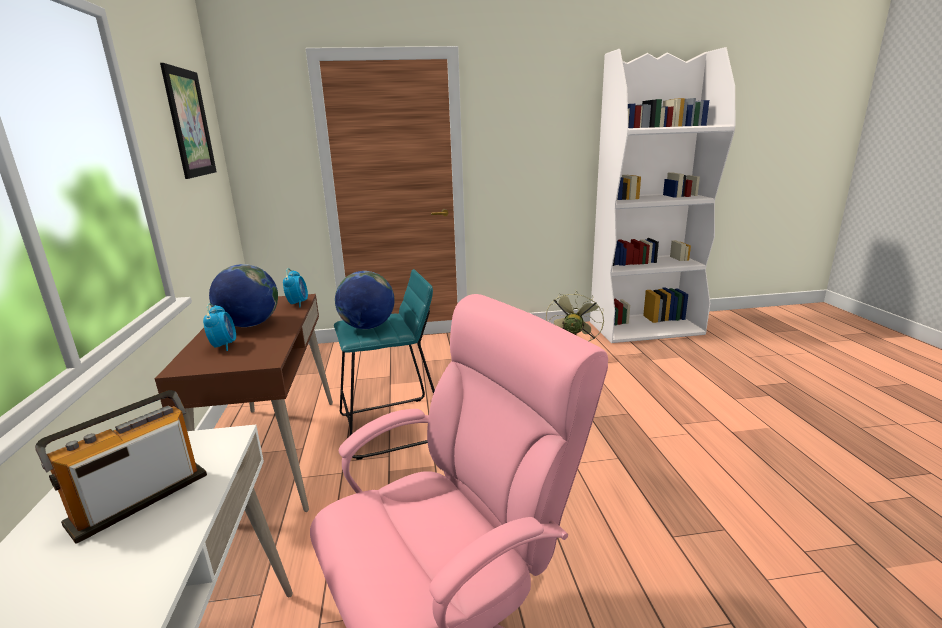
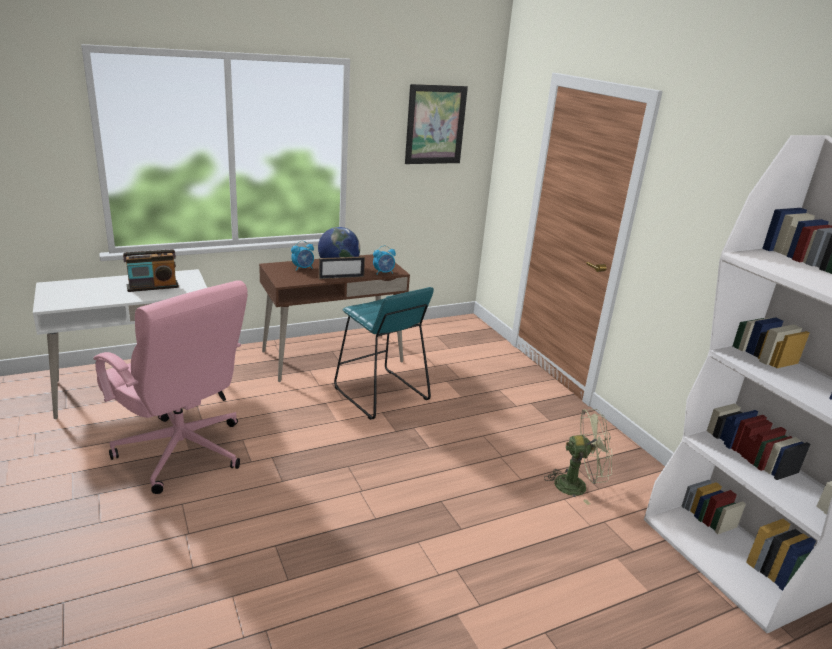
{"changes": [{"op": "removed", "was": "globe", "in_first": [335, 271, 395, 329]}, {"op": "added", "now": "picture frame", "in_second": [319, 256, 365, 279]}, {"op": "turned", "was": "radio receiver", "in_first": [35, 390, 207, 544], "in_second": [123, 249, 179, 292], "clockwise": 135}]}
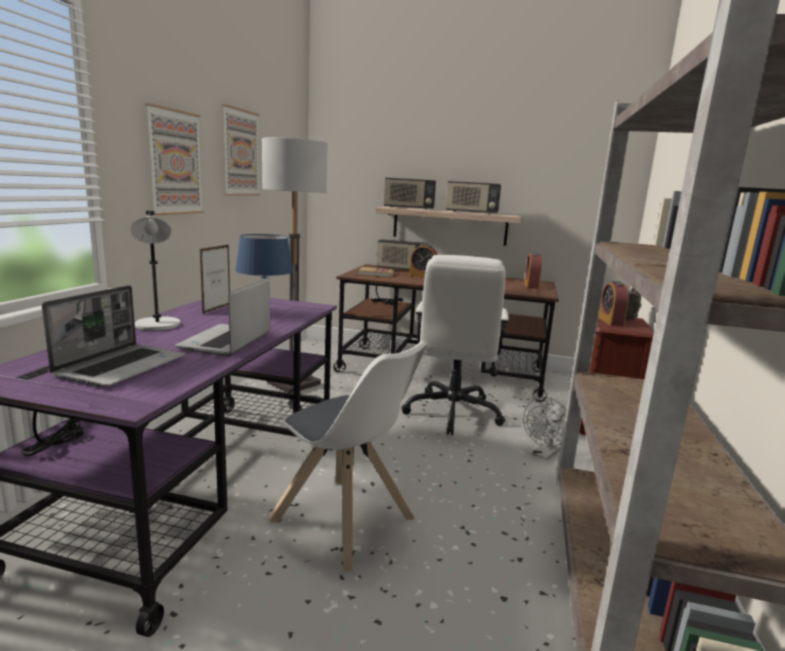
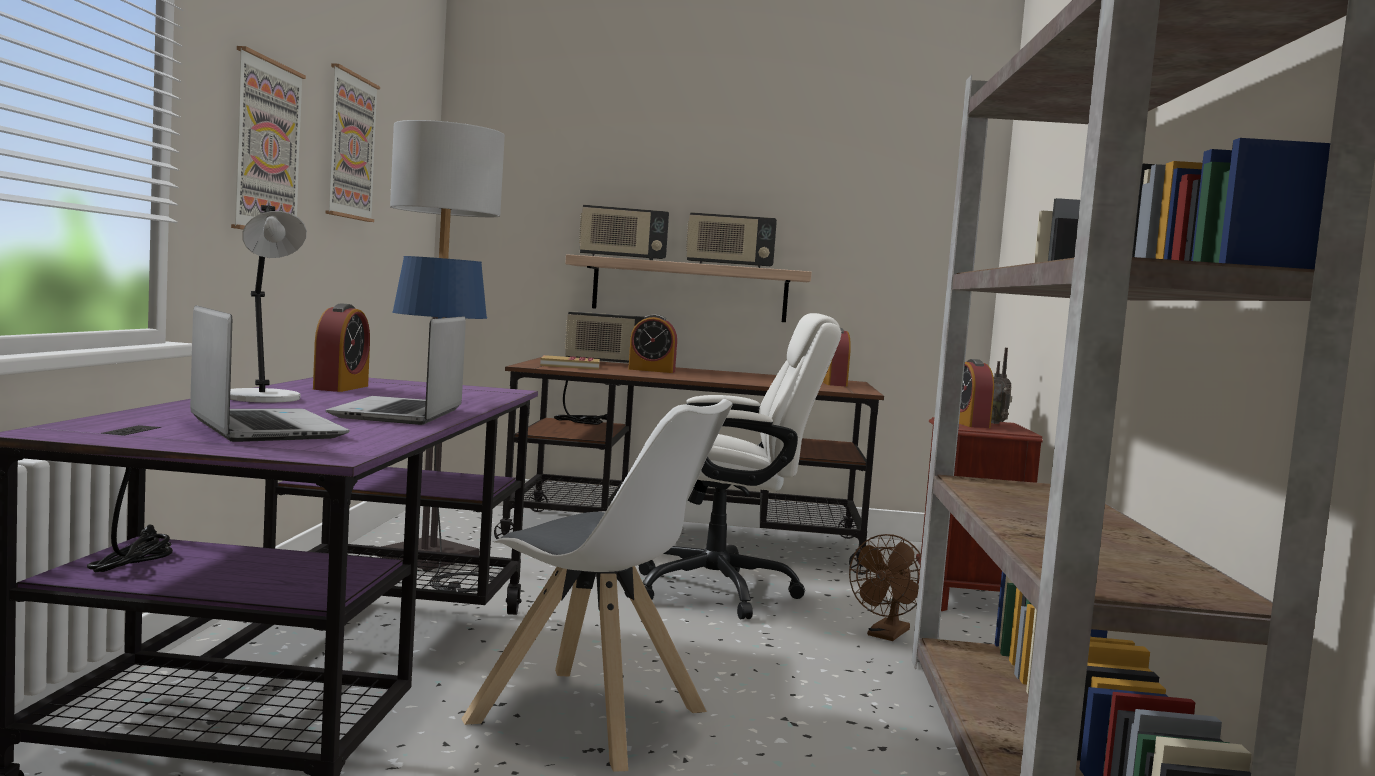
{"changes": [{"op": "replaced", "was": "picture frame", "now": "alarm clock", "in_first": [200, 244, 230, 314], "in_second": [313, 303, 370, 392]}, {"op": "recoloured", "was": "cooling fan (greyish)", "now": "cooling fan (brownish)", "in_first": [523, 397, 567, 461], "in_second": [849, 534, 922, 641]}, {"op": "turned", "was": "portable computer", "in_first": [42, 285, 186, 387], "in_second": [190, 305, 350, 442], "clockwise": -45}, {"op": "turned", "was": "office chair (white-coloured)", "in_first": [401, 255, 509, 435], "in_second": [638, 313, 841, 619], "clockwise": -90}]}
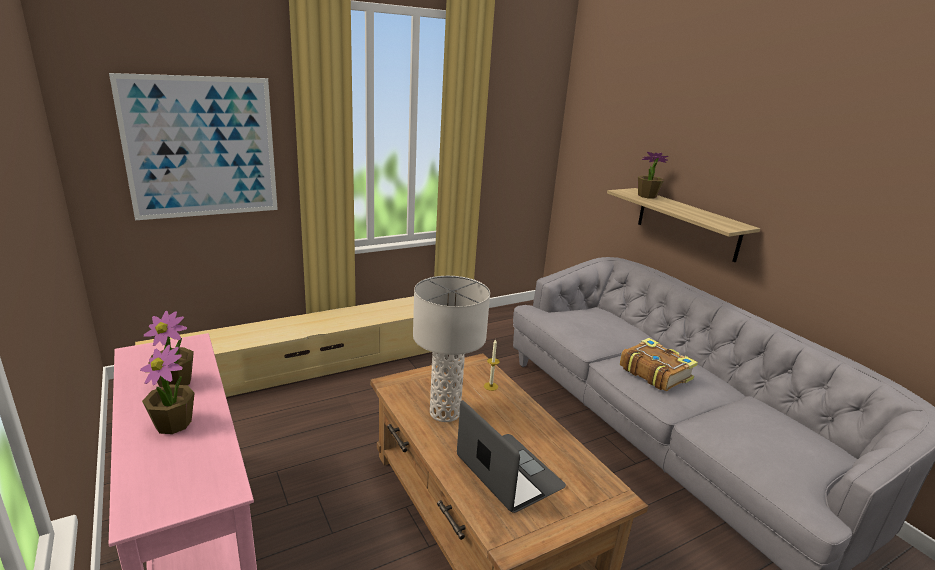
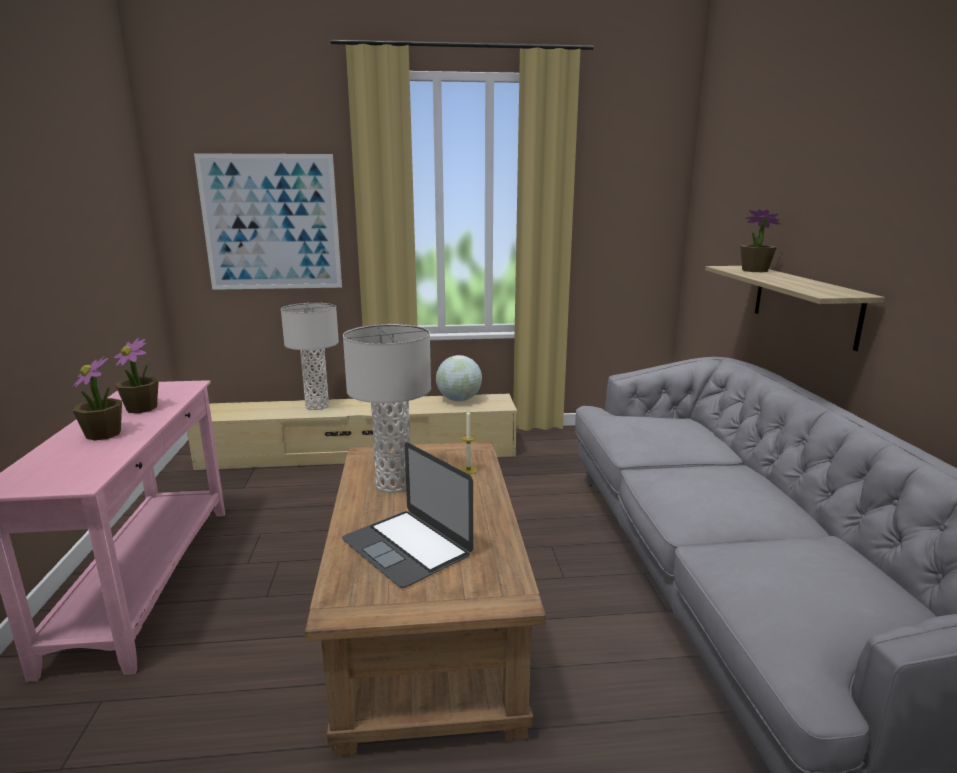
{"changes": [{"op": "removed", "was": "book", "in_first": [620, 338, 698, 391]}, {"op": "added", "now": "lamp for a table (white-coloured)", "in_second": [281, 303, 339, 410]}, {"op": "added", "now": "globe", "in_second": [436, 355, 482, 401]}, {"op": "turned", "was": "portable computer", "in_first": [457, 400, 566, 513], "in_second": [342, 442, 473, 588], "clockwise": 150}]}
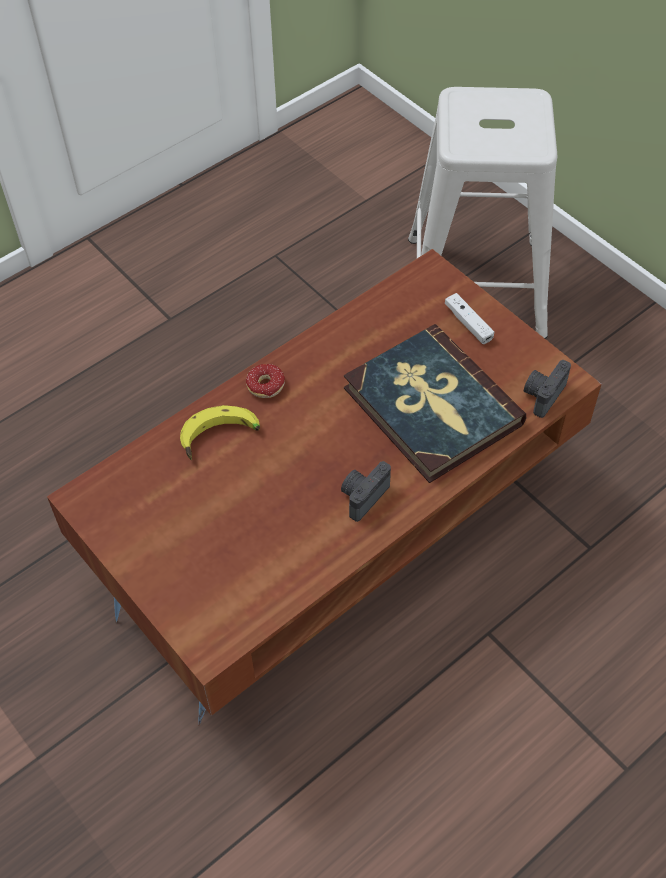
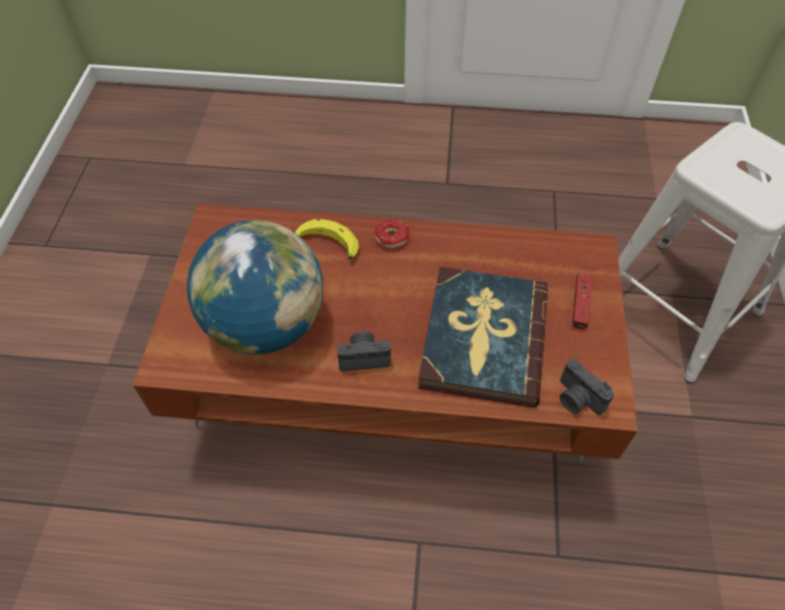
{"changes": [{"op": "added", "now": "globe", "in_second": [187, 220, 323, 354]}, {"op": "recoloured", "was": "joypad (white-coloured)", "now": "joypad (red)", "in_first": [445, 293, 494, 344], "in_second": [572, 273, 592, 329]}, {"op": "turned", "was": "still camera", "in_first": [524, 360, 571, 418], "in_second": [560, 359, 614, 415], "clockwise": -120}]}
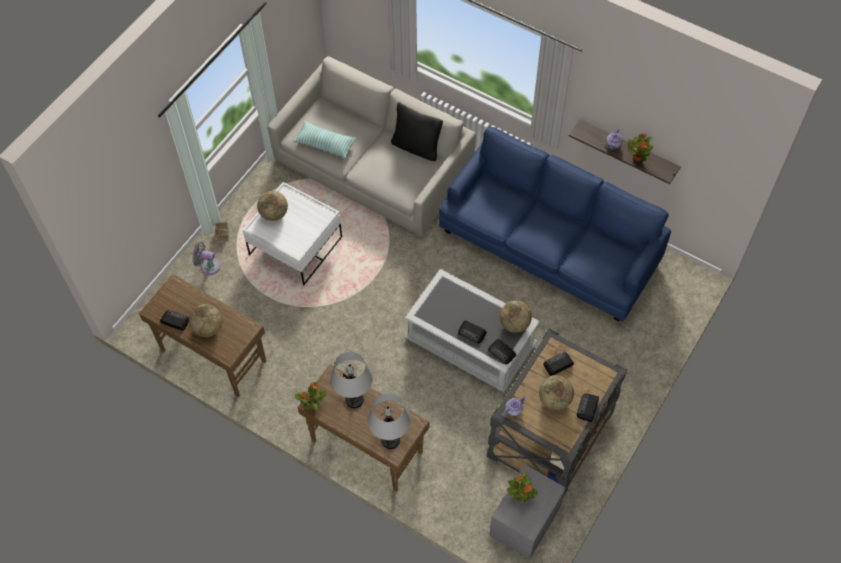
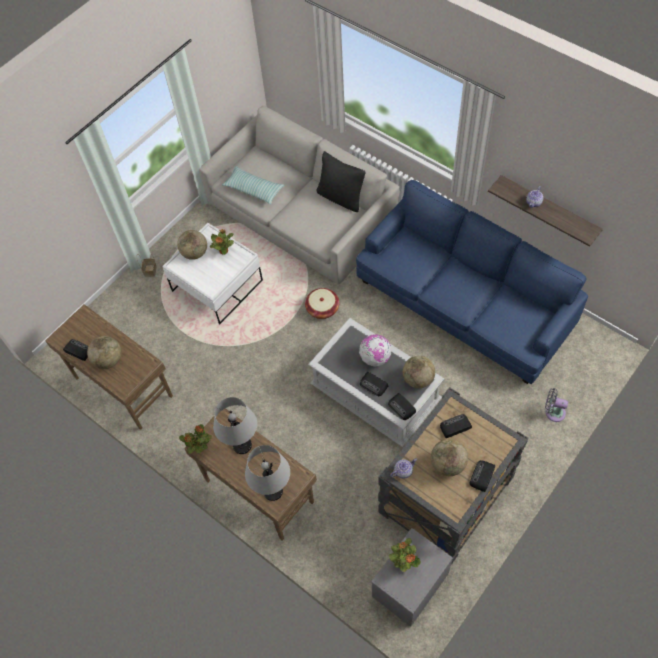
{"changes": [{"op": "added", "now": "basket", "in_second": [305, 288, 339, 319]}, {"op": "added", "now": "globe", "in_second": [359, 334, 391, 367]}, {"op": "moved", "was": "cooling fan (greyish)", "in_first": [192, 242, 220, 275], "in_second": [545, 388, 568, 422]}, {"op": "moved", "was": "plant in a pot", "in_first": [628, 133, 653, 161], "in_second": [210, 229, 234, 255]}]}
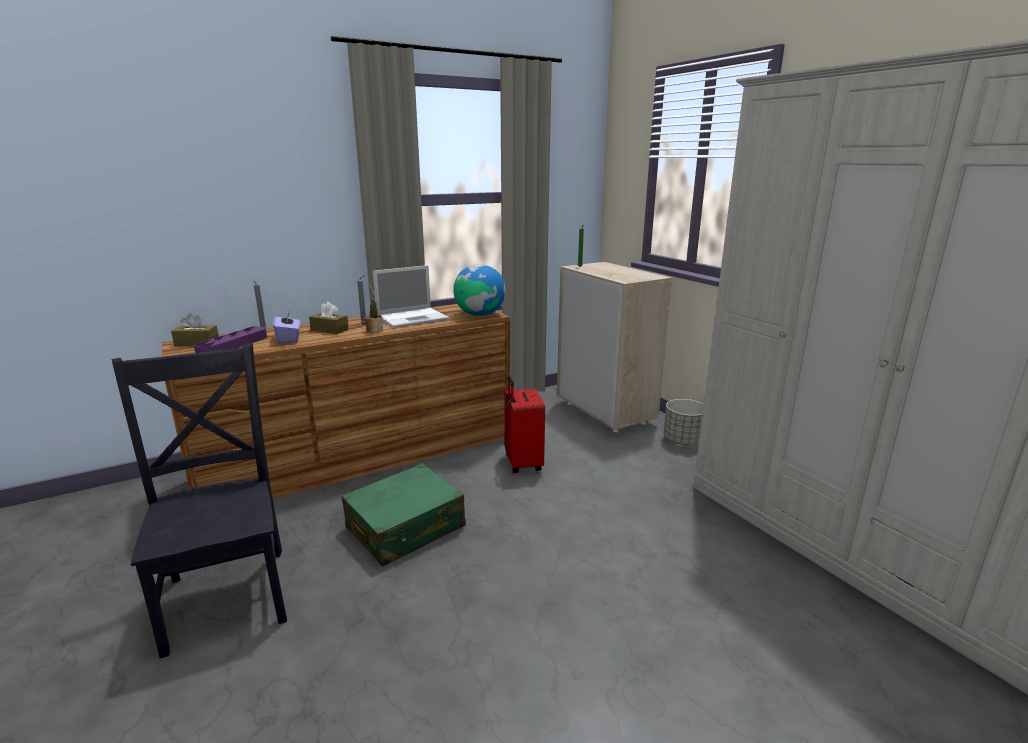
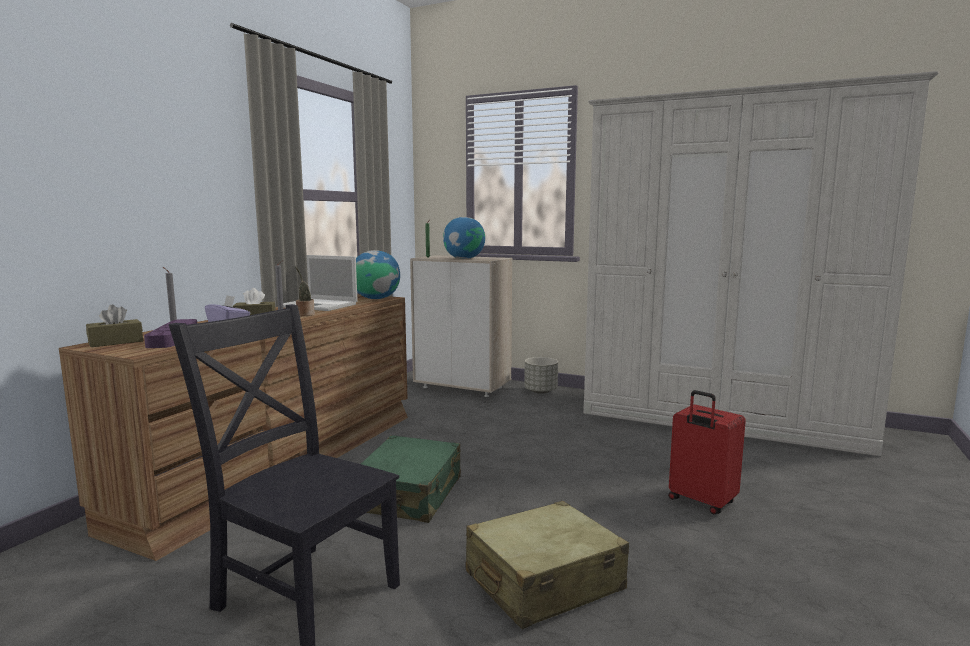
{"changes": [{"op": "added", "now": "globe", "in_second": [443, 217, 485, 259]}, {"op": "added", "now": "suitcase (beige-coloured)", "in_second": [466, 501, 629, 629]}, {"op": "moved", "was": "suitcase (red)", "in_first": [505, 375, 545, 473], "in_second": [668, 390, 746, 514]}, {"op": "turned", "was": "portable computer", "in_first": [373, 265, 449, 328], "in_second": [283, 255, 358, 311], "clockwise": 90}]}
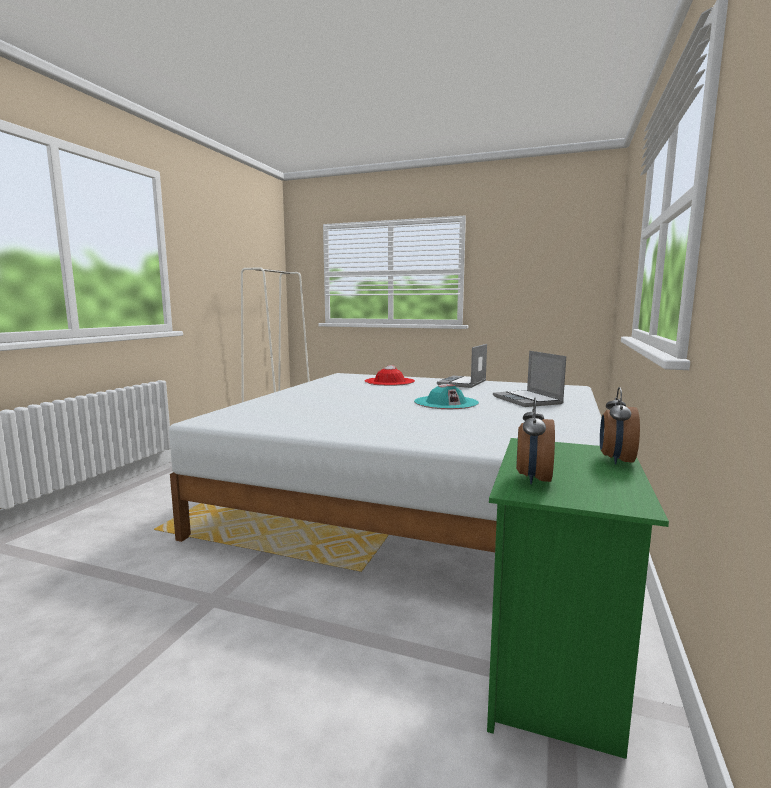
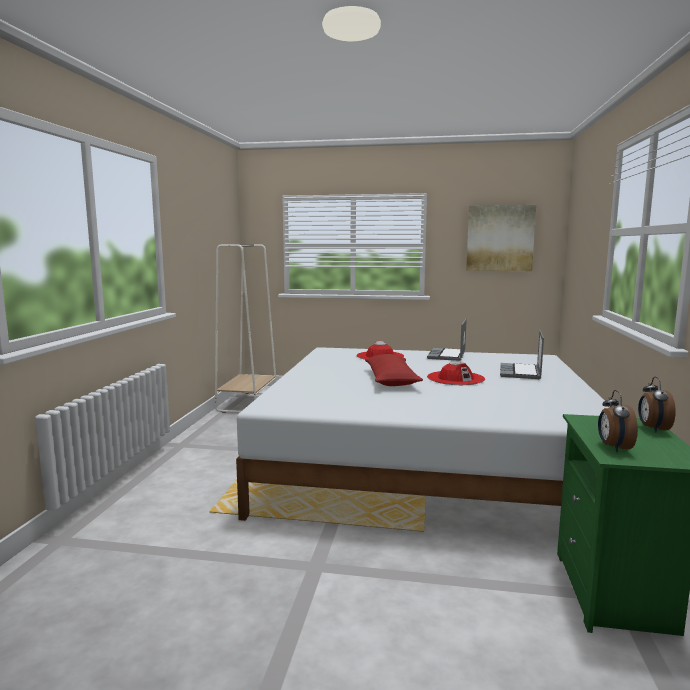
{"changes": [{"op": "added", "now": "pillow (red)", "in_second": [365, 354, 423, 386]}, {"op": "added", "now": "picture", "in_second": [466, 205, 536, 271]}, {"op": "recoloured", "was": "wearable hat (turquoise)", "now": "wearable hat (red)", "in_first": [414, 384, 479, 409], "in_second": [427, 362, 485, 385]}, {"op": "turned", "was": "portable computer", "in_first": [493, 351, 566, 407], "in_second": [500, 330, 544, 379], "clockwise": 45}]}
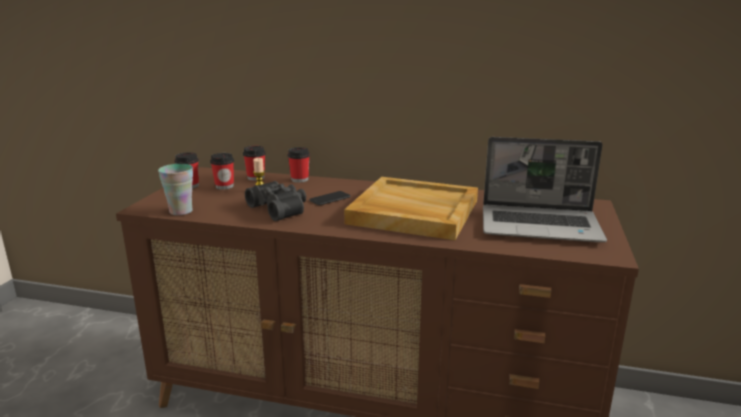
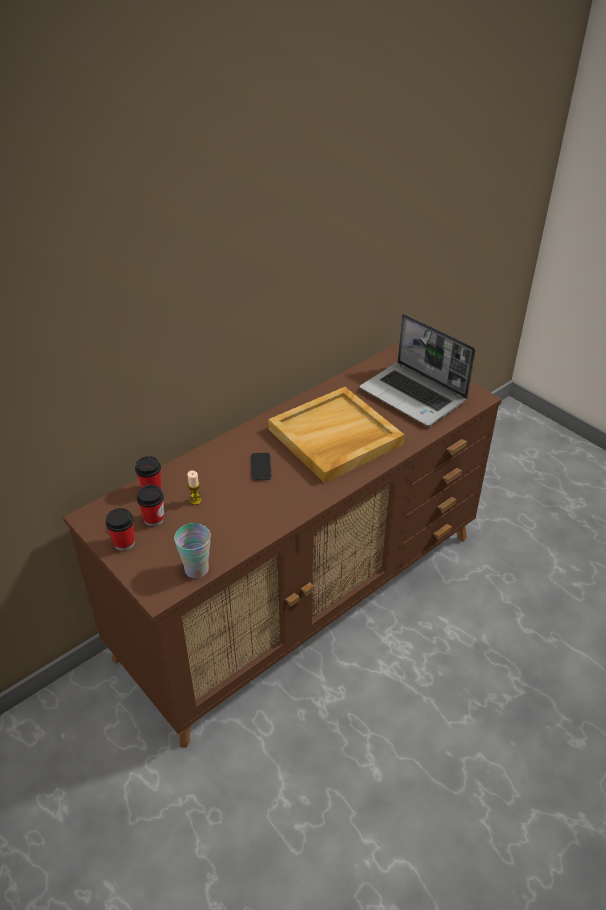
{"changes": [{"op": "removed", "was": "field glasses (black-coloured)", "in_first": [245, 181, 306, 221]}, {"op": "removed", "was": "drinking cup", "in_first": [287, 147, 310, 183]}, {"op": "turned", "was": "portable computer", "in_first": [483, 137, 607, 242], "in_second": [360, 314, 476, 426], "clockwise": 90}]}
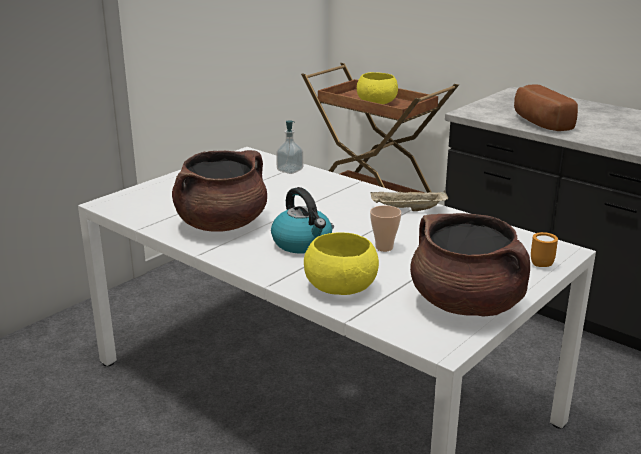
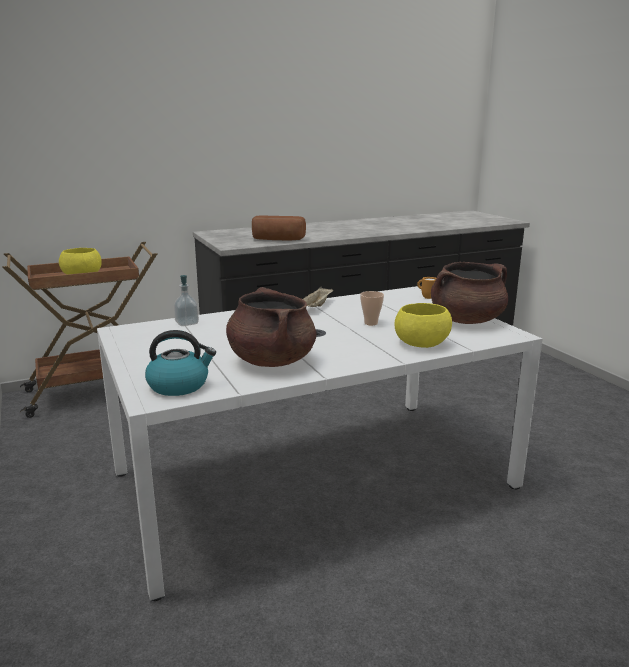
{"changes": [{"op": "moved", "was": "tea kettle", "in_first": [271, 187, 332, 254], "in_second": [145, 330, 216, 396]}]}
